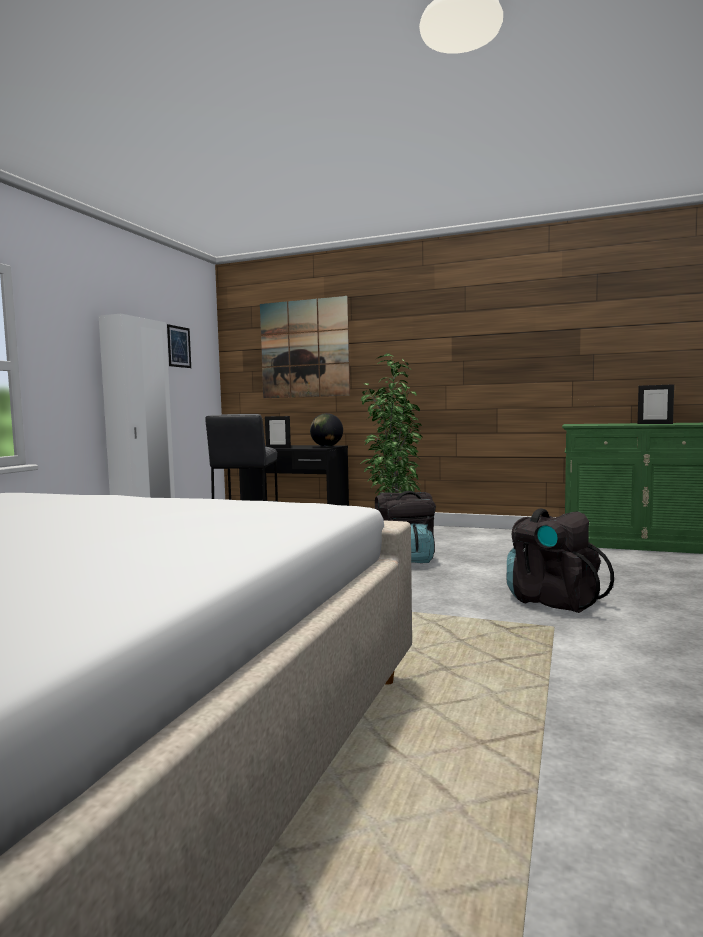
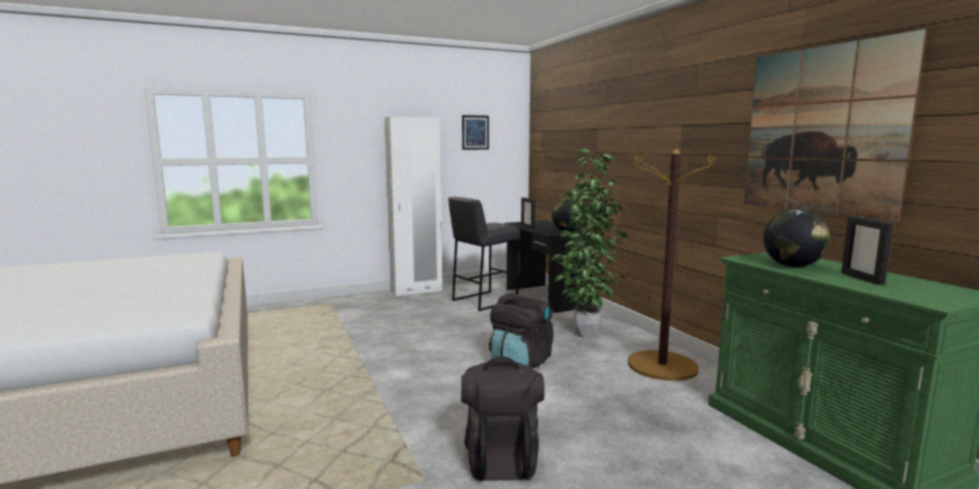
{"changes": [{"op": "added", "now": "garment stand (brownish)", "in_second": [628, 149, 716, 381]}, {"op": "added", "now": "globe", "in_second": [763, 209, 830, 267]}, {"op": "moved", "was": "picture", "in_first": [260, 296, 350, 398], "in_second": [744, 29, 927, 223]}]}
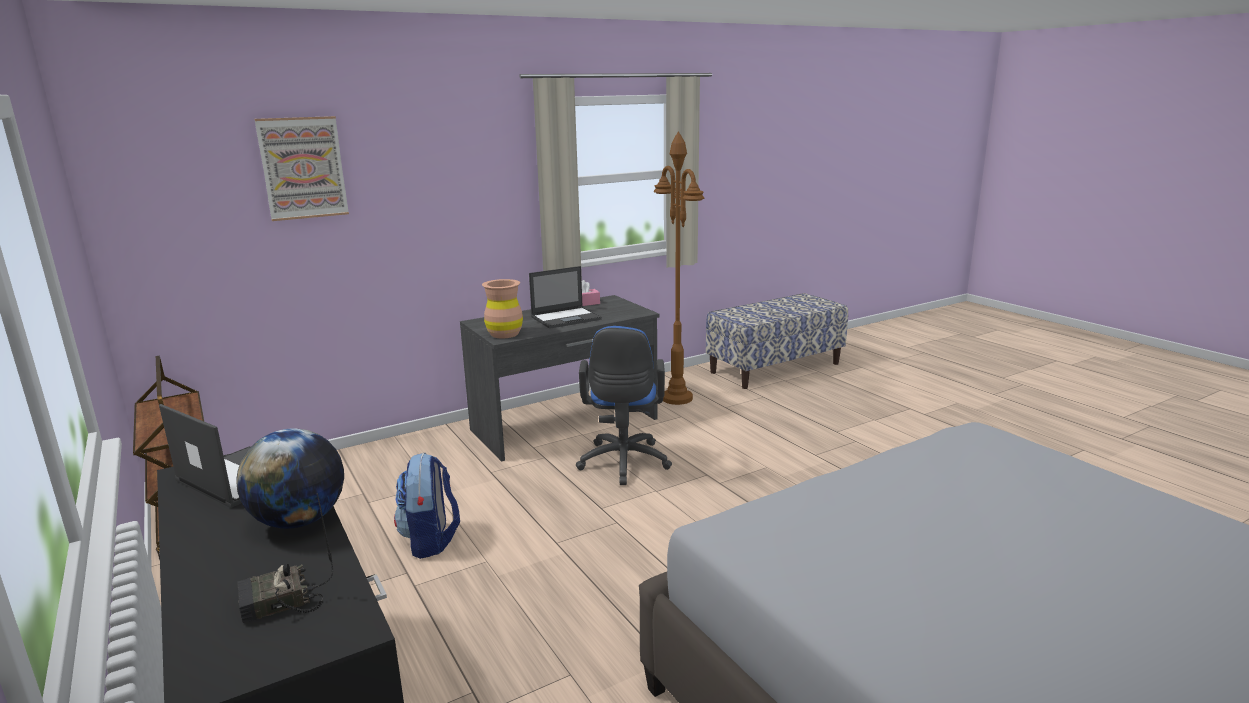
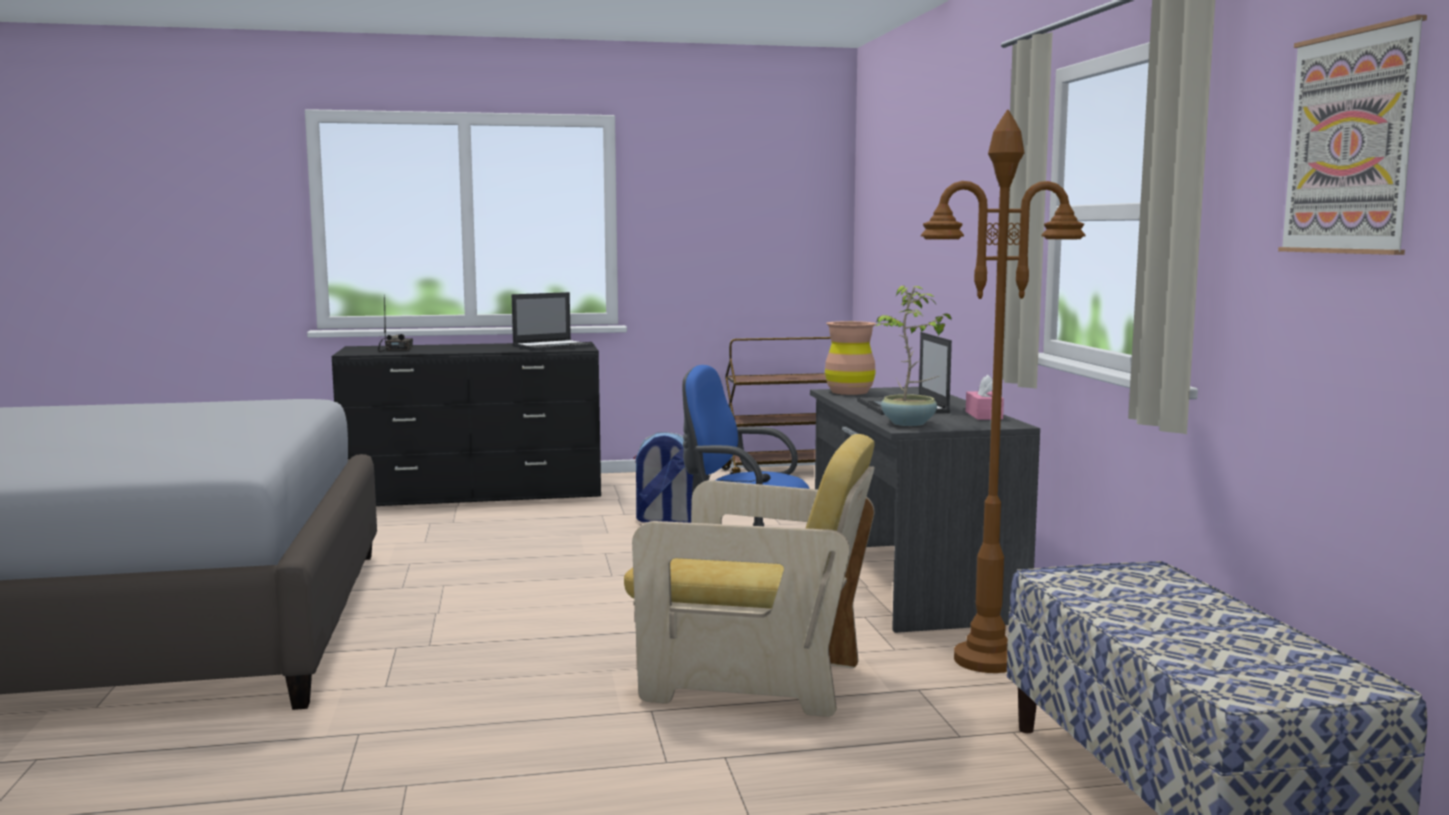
{"changes": [{"op": "removed", "was": "globe", "in_first": [237, 428, 344, 529]}, {"op": "added", "now": "armchair (yellowish)", "in_second": [624, 434, 875, 717]}, {"op": "added", "now": "plant in a pot", "in_second": [875, 286, 952, 426]}, {"op": "moved", "was": "picture", "in_first": [254, 116, 349, 221], "in_second": [1278, 14, 1427, 255]}]}
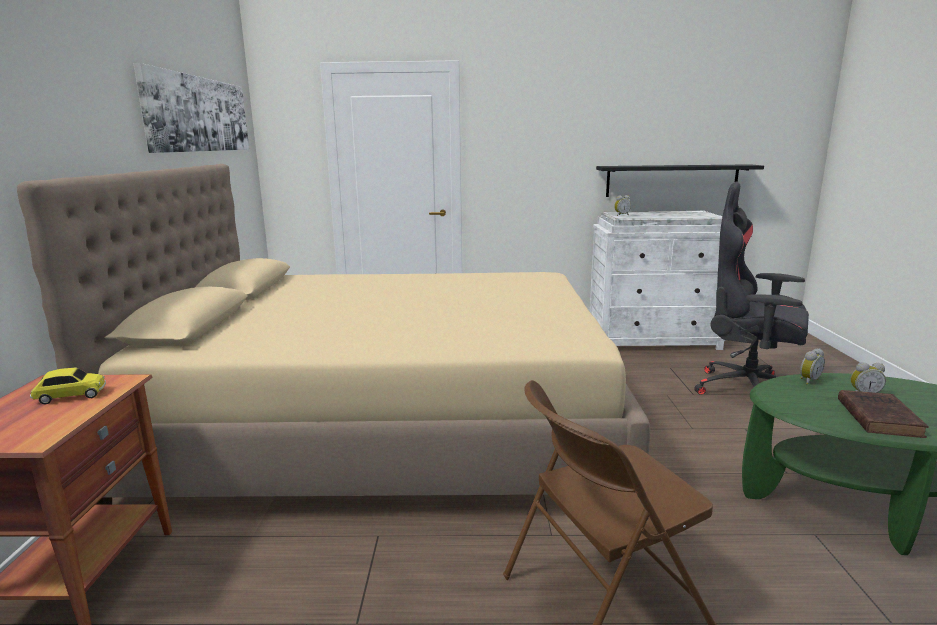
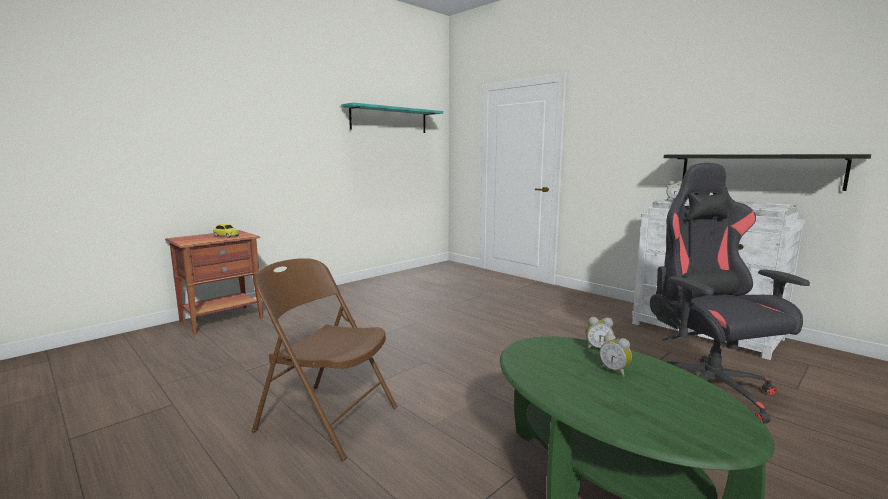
{"changes": [{"op": "removed", "was": "sleeping bed (beige-coloured)", "in_first": [17, 164, 651, 504]}, {"op": "removed", "was": "book (brownish)", "in_first": [838, 390, 929, 438]}, {"op": "replaced", "was": "picture", "now": "bracket shelf (turquoise)", "in_first": [134, 63, 249, 153], "in_second": [341, 103, 443, 133]}]}
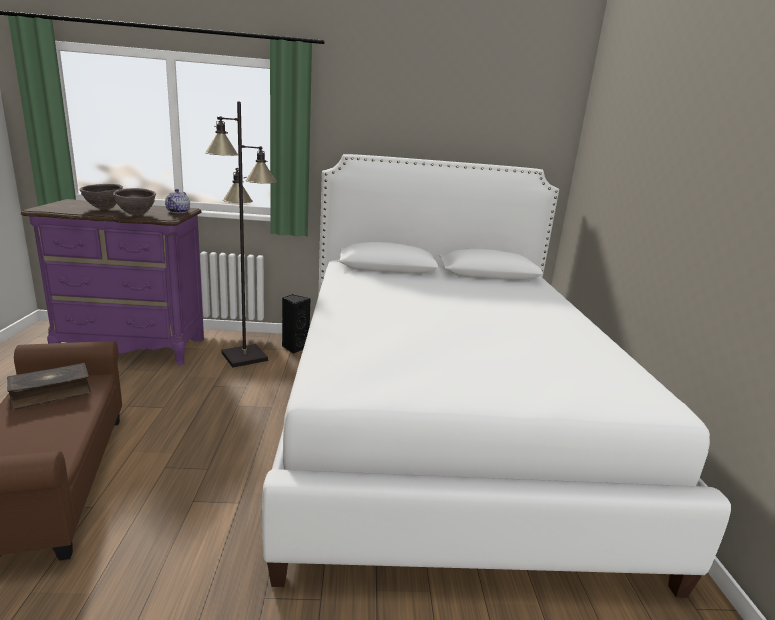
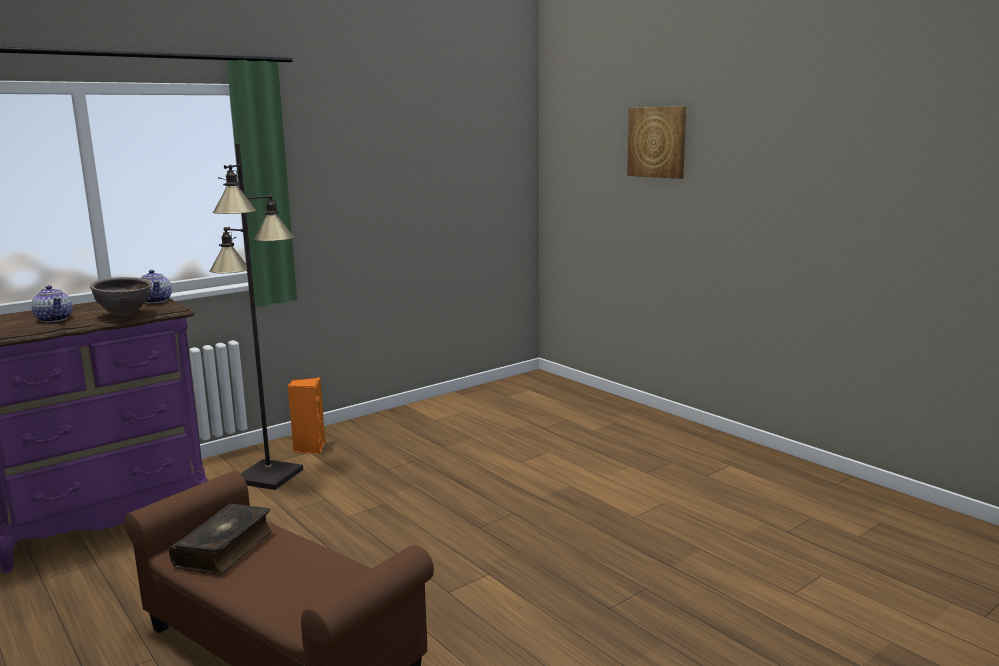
{"changes": [{"op": "removed", "was": "sleeping bed (white-coloured)", "in_first": [262, 154, 731, 598]}, {"op": "added", "now": "picture", "in_second": [627, 106, 686, 179]}, {"op": "replaced", "was": "deep dish (brownish)", "now": "teapot", "in_first": [79, 184, 123, 210], "in_second": [31, 285, 73, 322]}, {"op": "recoloured", "was": "speaker (black-coloured)", "now": "speaker (orange-coloured)", "in_first": [282, 294, 311, 354], "in_second": [288, 377, 325, 454]}]}
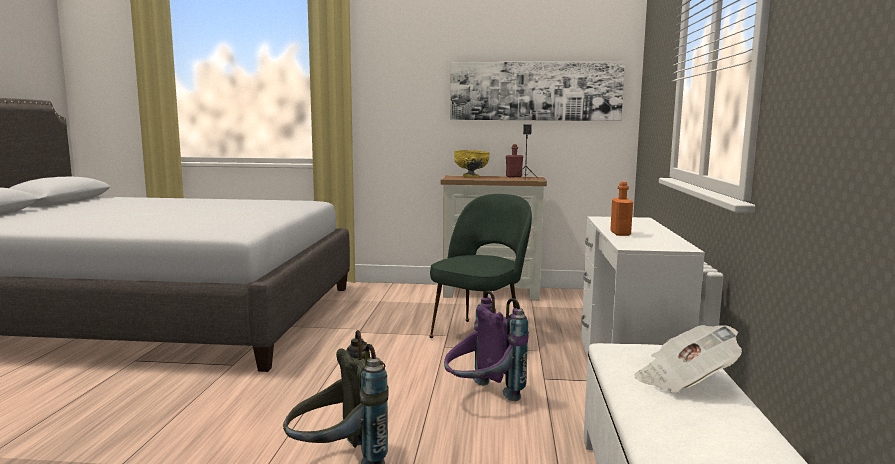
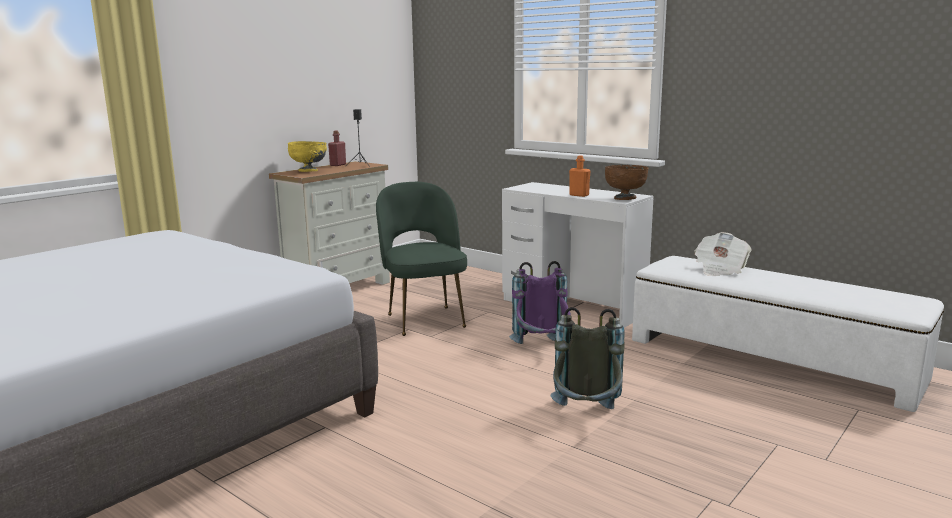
{"changes": [{"op": "removed", "was": "picture", "in_first": [450, 62, 625, 121]}, {"op": "added", "now": "deep dish (brownish)", "in_second": [605, 165, 649, 200]}]}
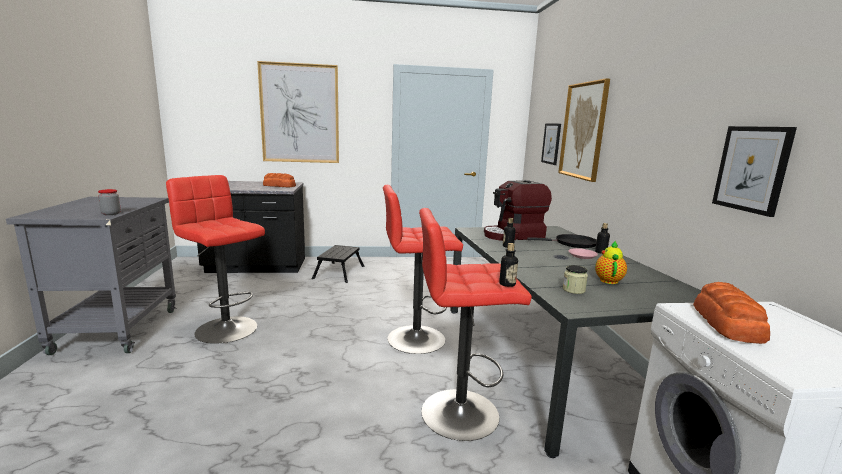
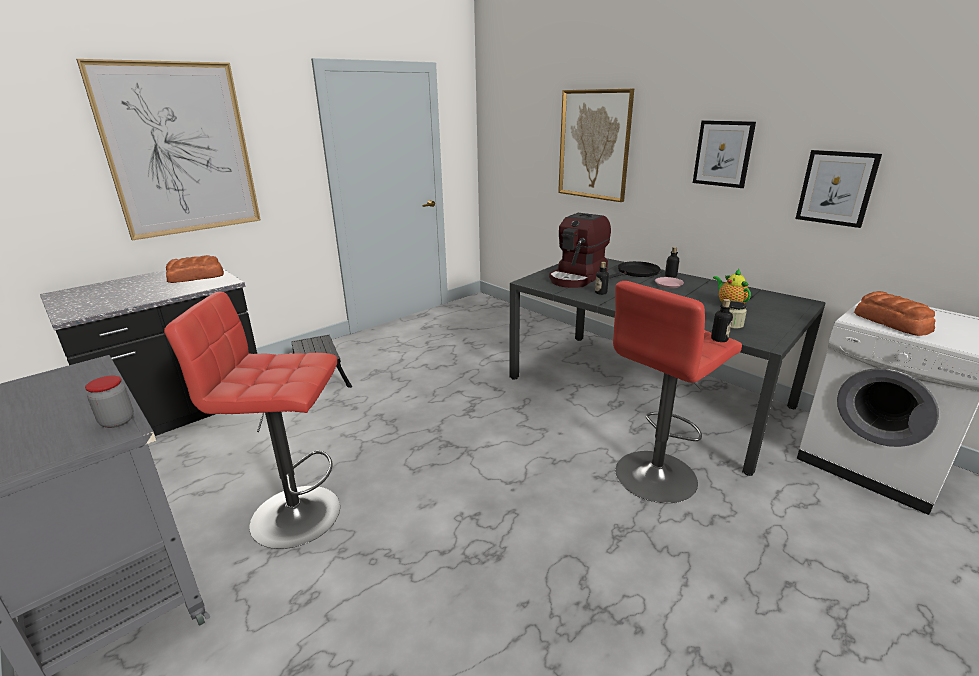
{"changes": [{"op": "removed", "was": "sitting stool (red)", "in_first": [383, 185, 463, 354]}, {"op": "moved", "was": "picture", "in_first": [541, 124, 561, 165], "in_second": [693, 120, 756, 188]}]}
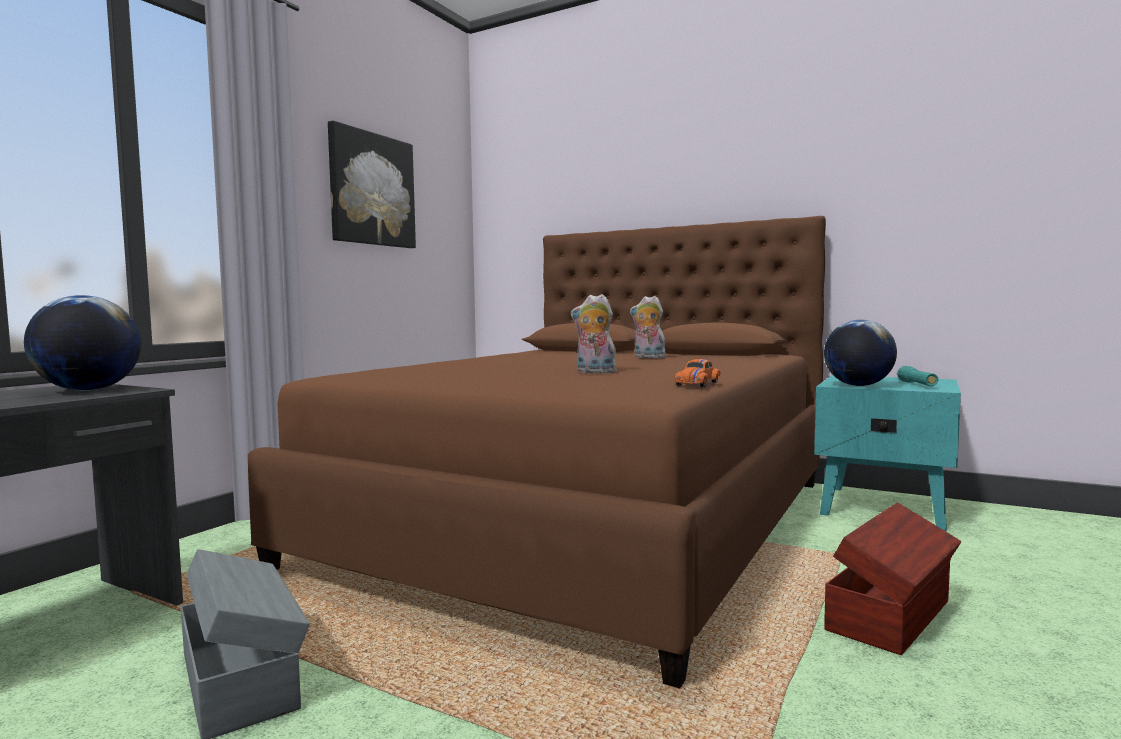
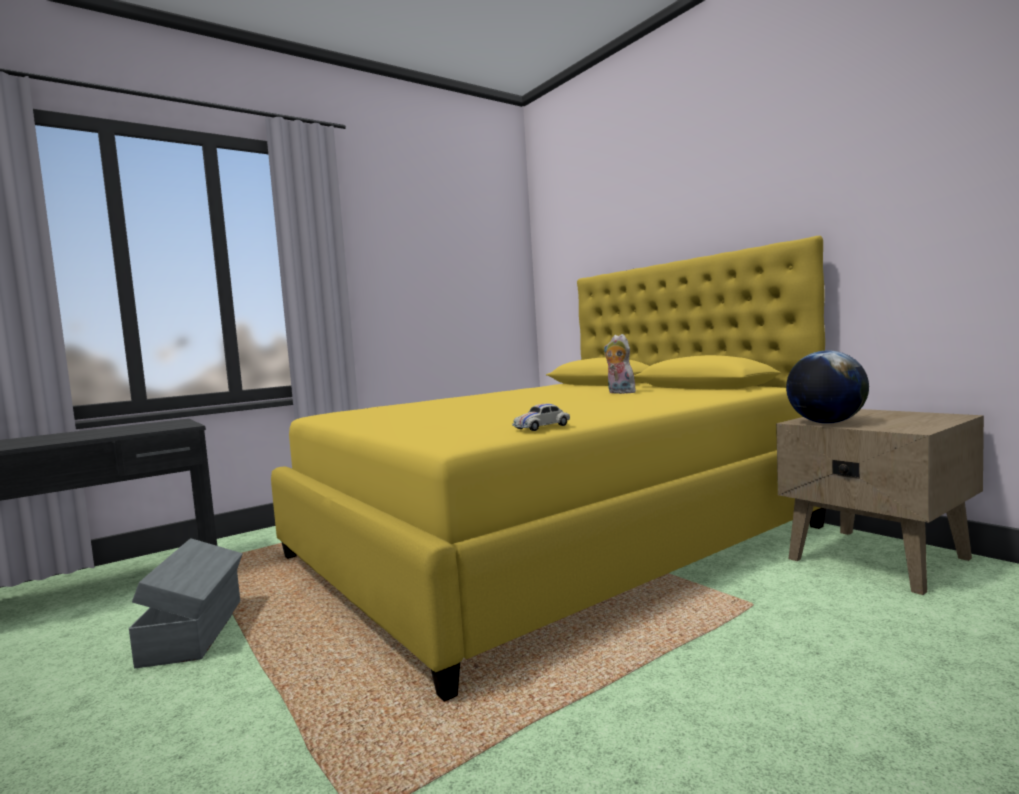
{"changes": [{"op": "removed", "was": "globe", "in_first": [24, 295, 141, 391]}, {"op": "removed", "was": "picture", "in_first": [328, 121, 416, 248]}, {"op": "removed", "was": "plush toy", "in_first": [571, 294, 617, 373]}, {"op": "removed", "was": "storage bin (brownish)", "in_first": [824, 502, 961, 655]}, {"op": "removed", "was": "flashlight (turquoise)", "in_first": [897, 366, 938, 386]}, {"op": "recoloured", "was": "sleeping bed (brownish)", "now": "sleeping bed (yellowish)", "in_first": [248, 216, 826, 688], "in_second": [271, 236, 826, 702]}, {"op": "recoloured", "was": "model car (orange-coloured)", "now": "model car (white-coloured)", "in_first": [674, 359, 721, 387], "in_second": [512, 404, 570, 431]}, {"op": "recoloured", "was": "bedside table (turquoise)", "now": "bedside table (beige-coloured)", "in_first": [814, 375, 961, 532], "in_second": [776, 409, 984, 595]}]}
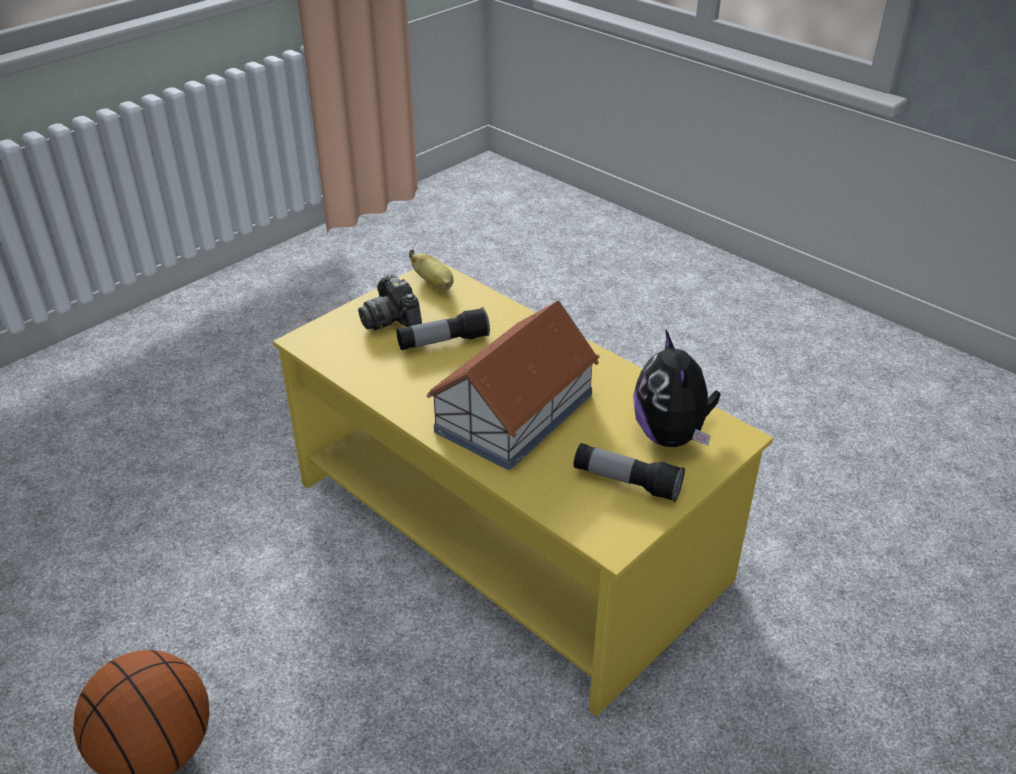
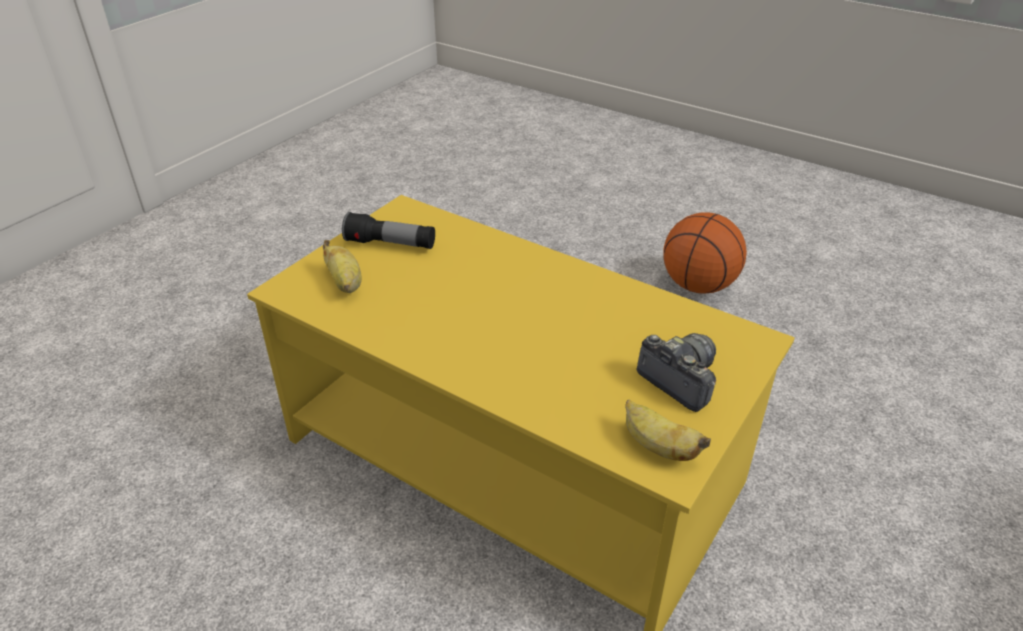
{"changes": [{"op": "removed", "was": "flashlight", "in_first": [397, 307, 490, 350]}, {"op": "removed", "was": "miniature house", "in_first": [426, 301, 600, 470]}, {"op": "replaced", "was": "plush toy", "now": "banana fruit", "in_first": [633, 329, 721, 447], "in_second": [323, 240, 362, 293]}]}
